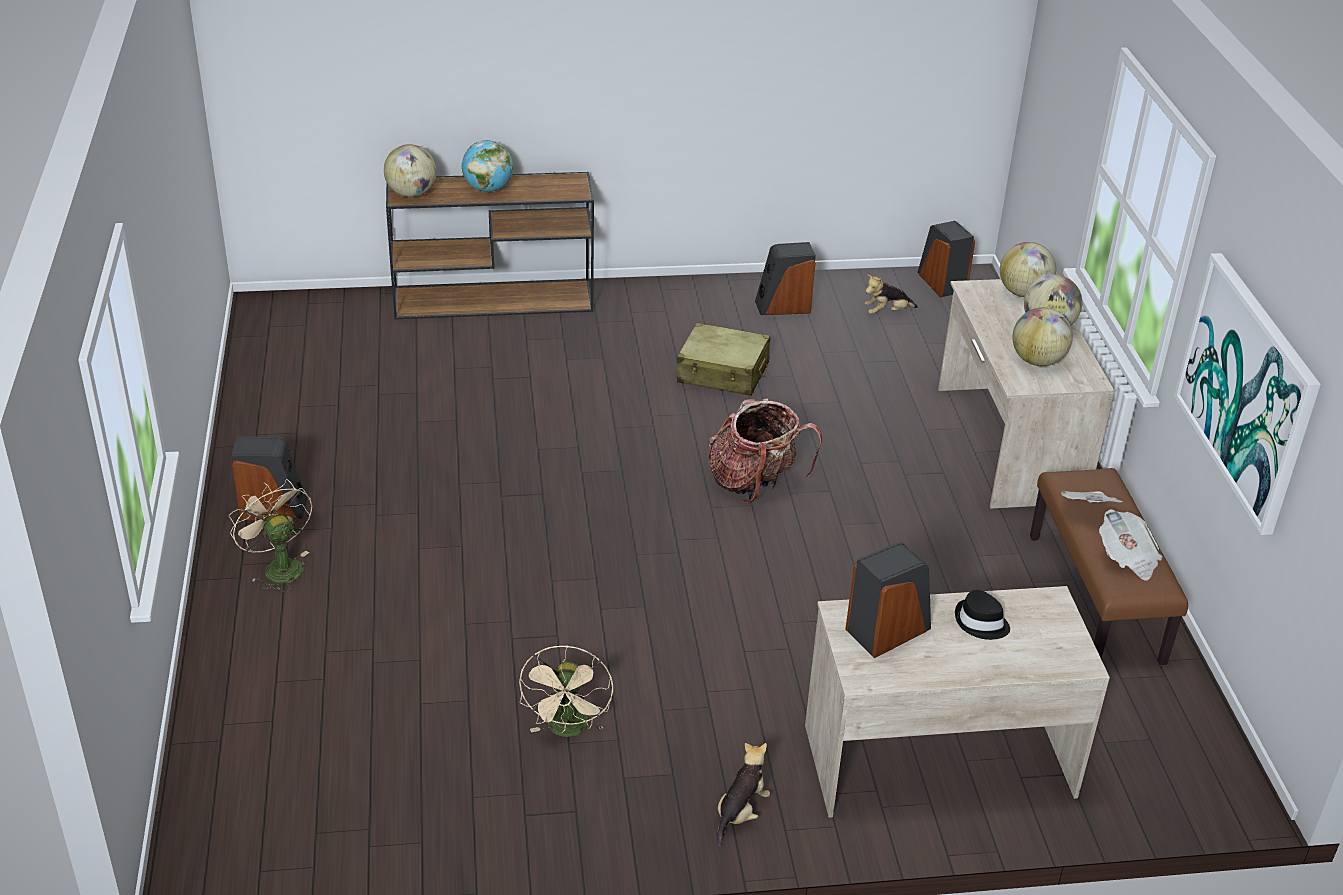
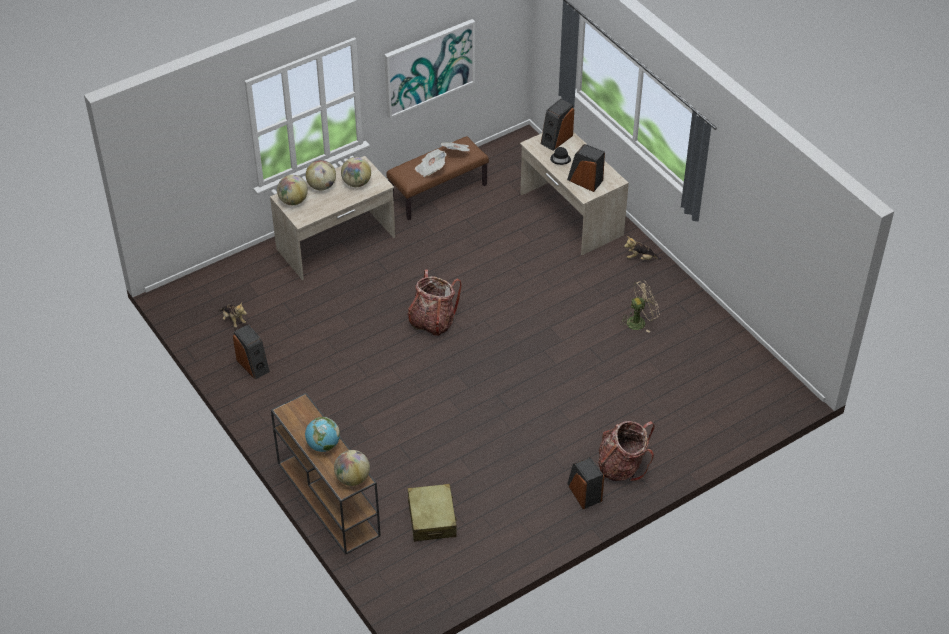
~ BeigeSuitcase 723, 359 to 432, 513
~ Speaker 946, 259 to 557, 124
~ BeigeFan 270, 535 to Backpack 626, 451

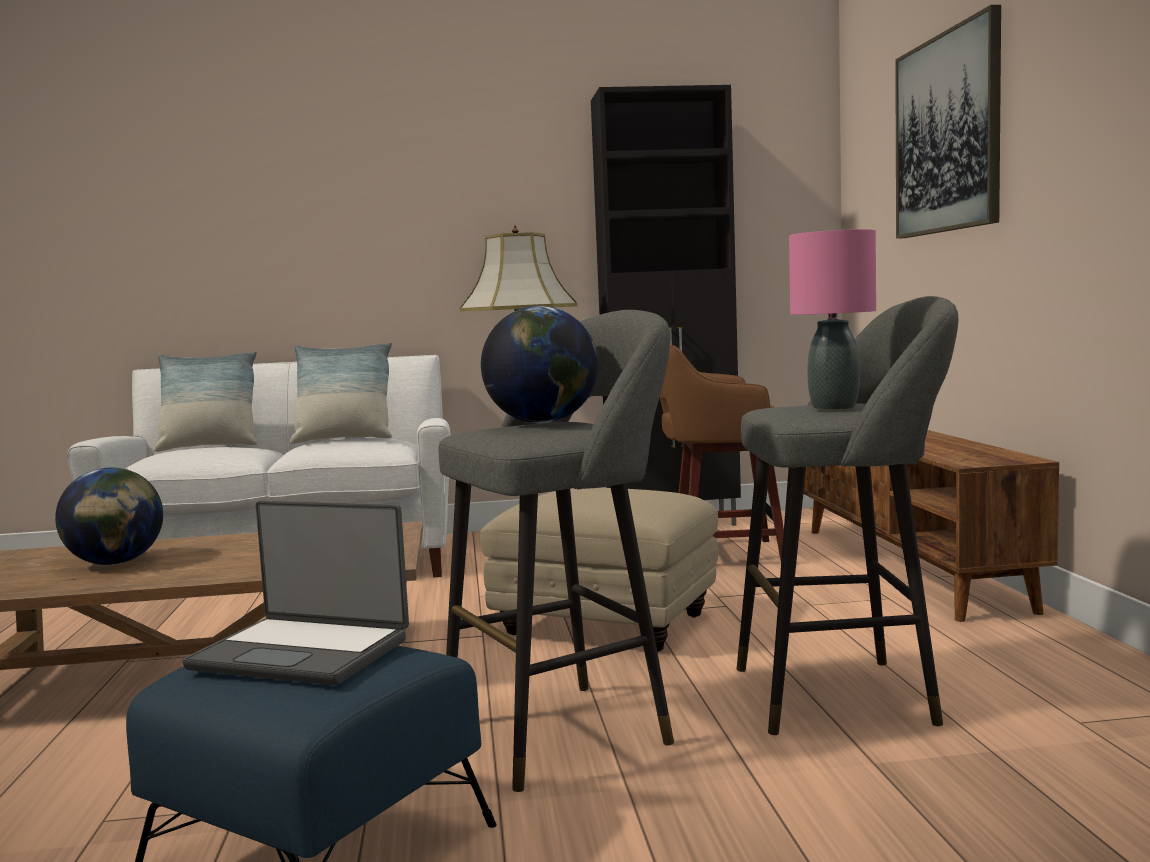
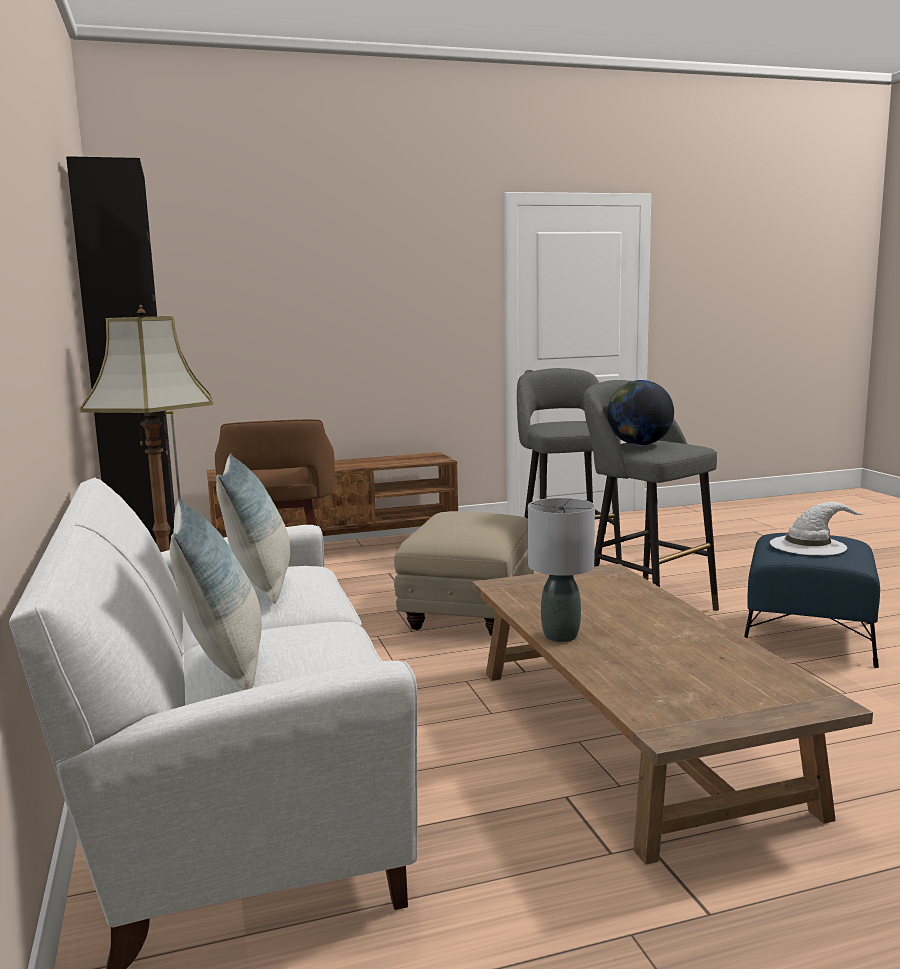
- Globe 109, 516
- PinkTableLamp 832, 319
- Picture 948, 122
+ GreyTableLamp 561, 570
~ Laptop 295, 592 to WhiteHat 817, 528

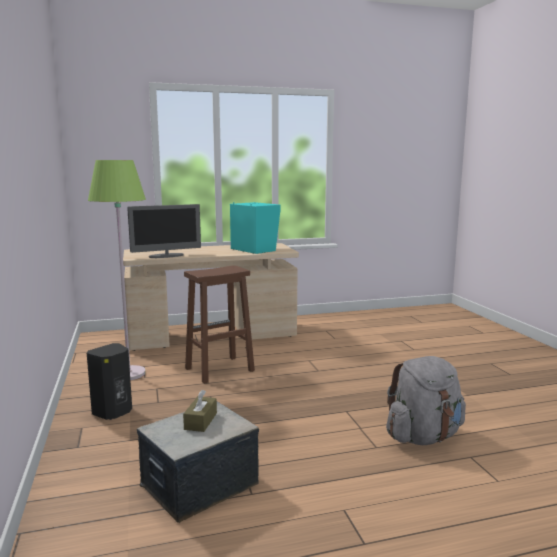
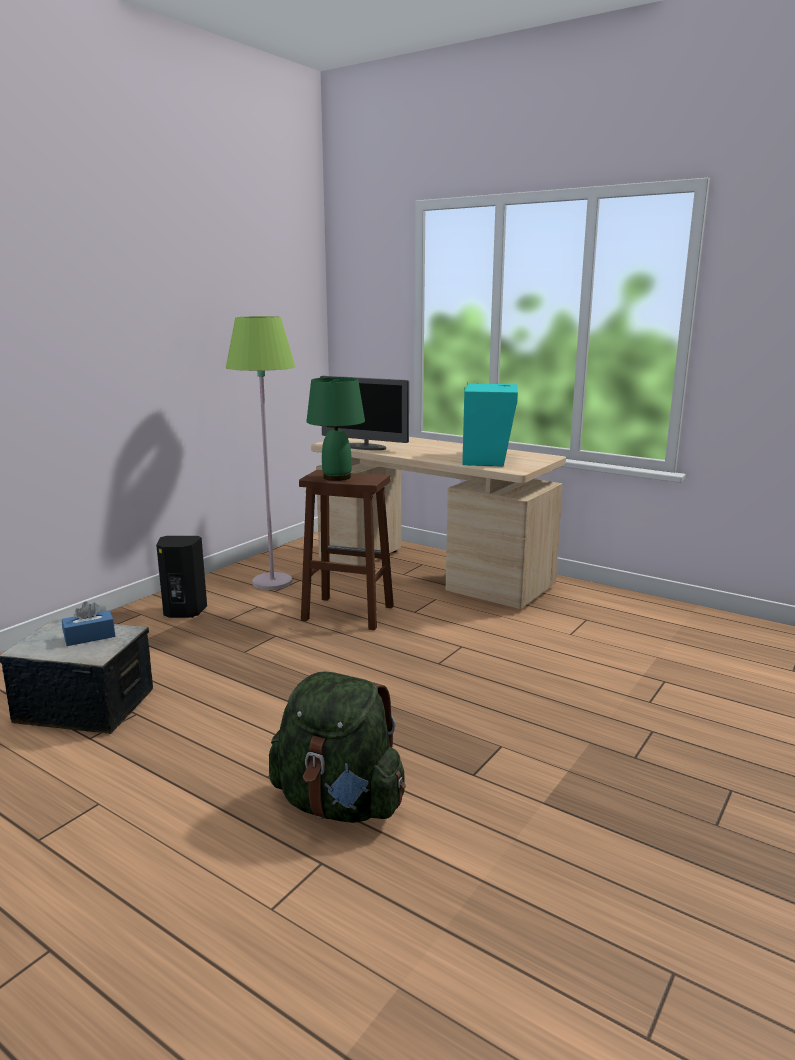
+ GreenTableLamp 335, 429
~ BrownTissueBox 200, 411 to BlueTissueBox 88, 623
~ GreyBackpack 426, 400 to GreenBackpack 337, 747

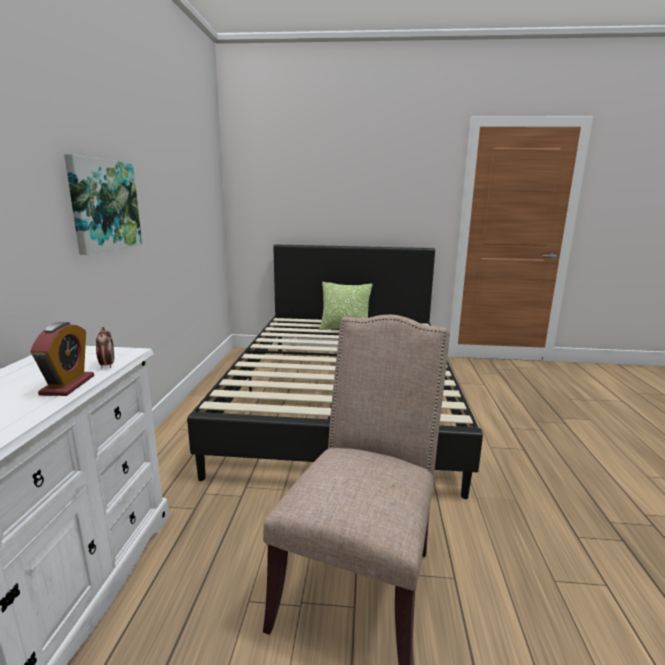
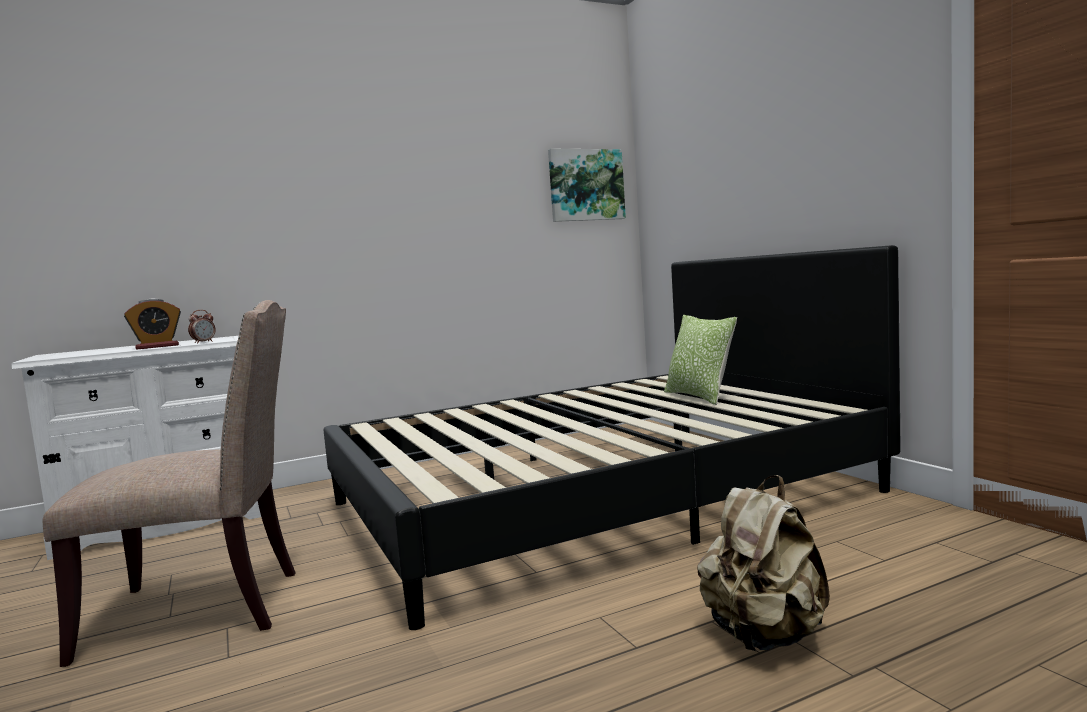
+ BeigeBackpack 763, 563
~ Picture 103, 204 to 587, 185

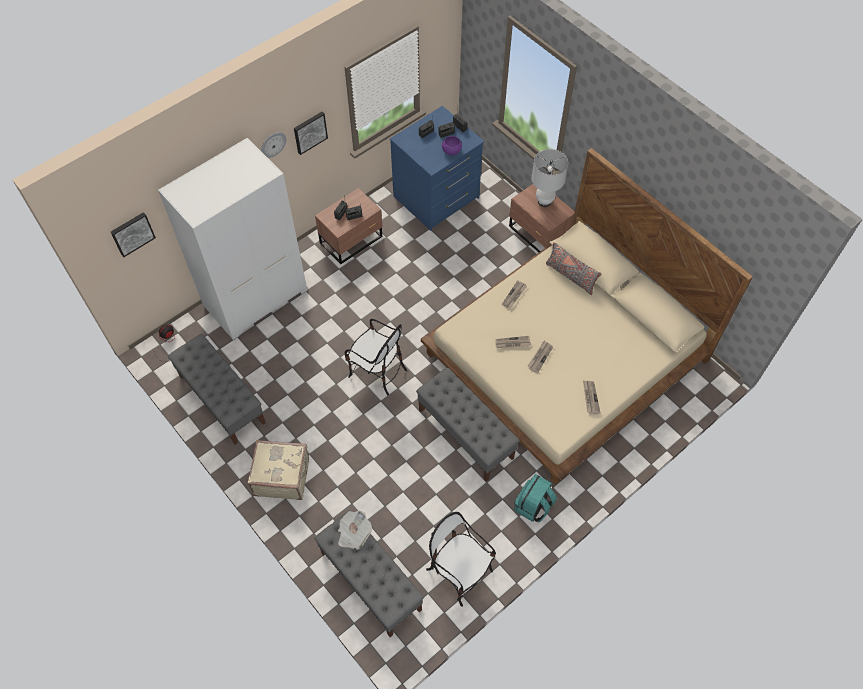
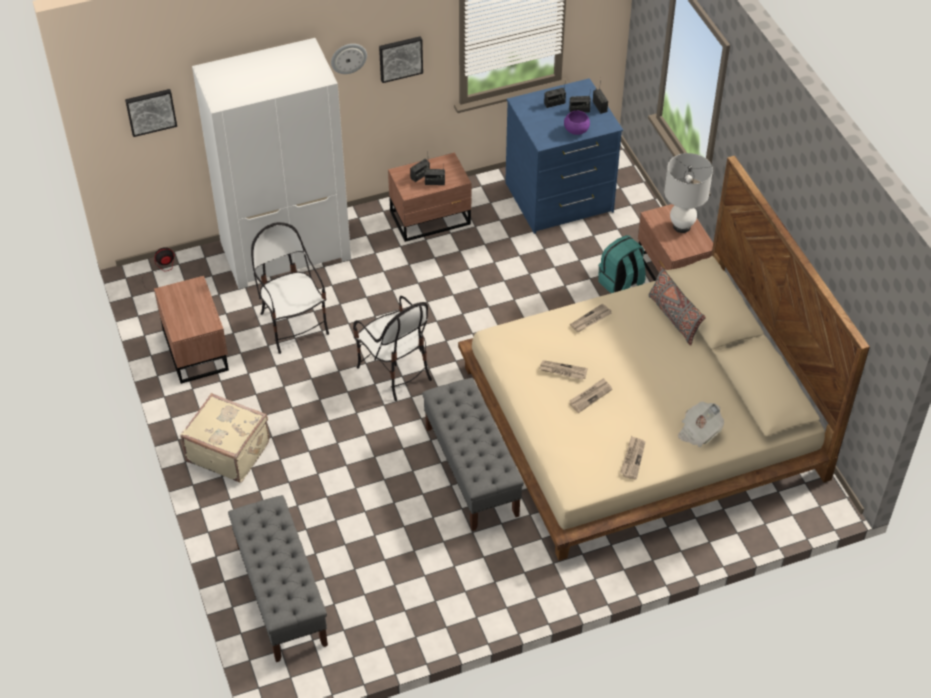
~ Newspaper 355, 530 to 701, 424
~ Chair 461, 559 to 290, 288
~ TurquoiseBackpack 535, 498 to 622, 264
~ GreyBench 217, 389 to BrownNightstand 191, 330

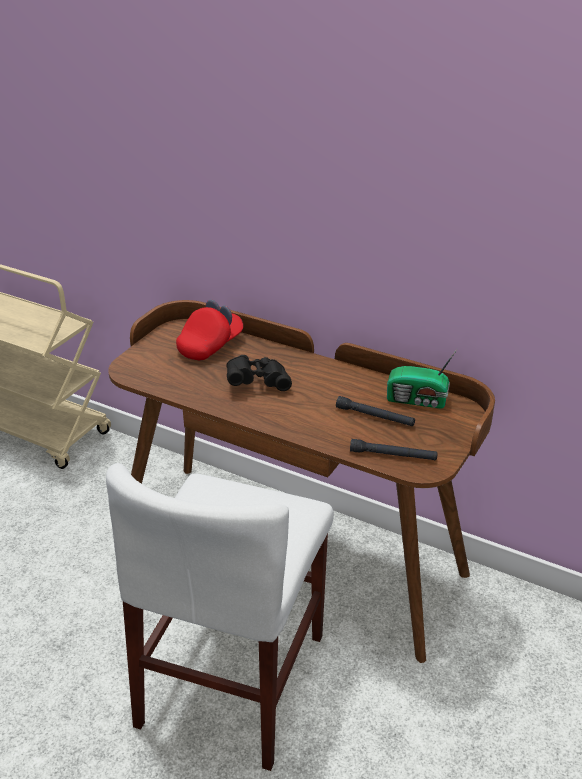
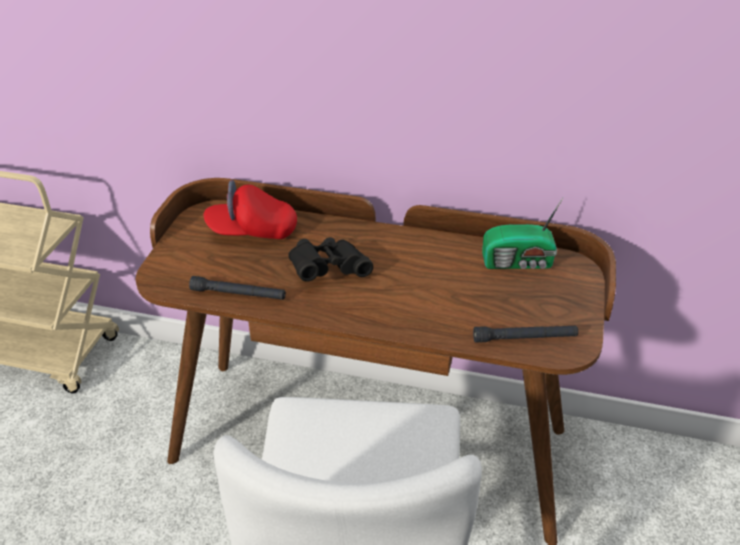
~ BlackFlashlight 375, 411 to 237, 288
~ RedCap 209, 330 = 250, 209 120 degrees counterclockwise

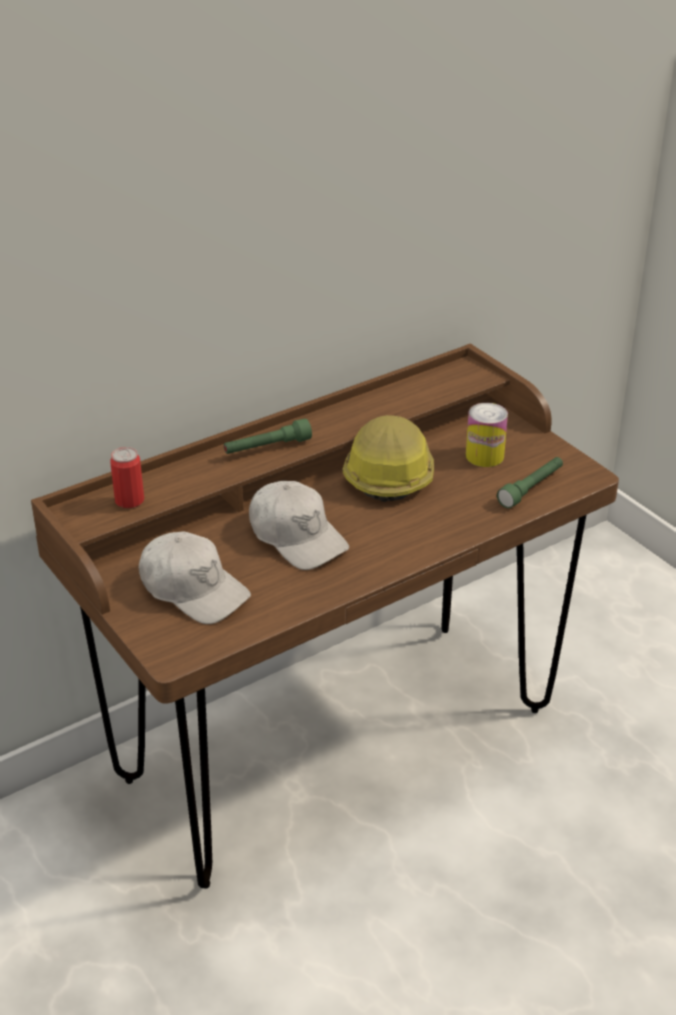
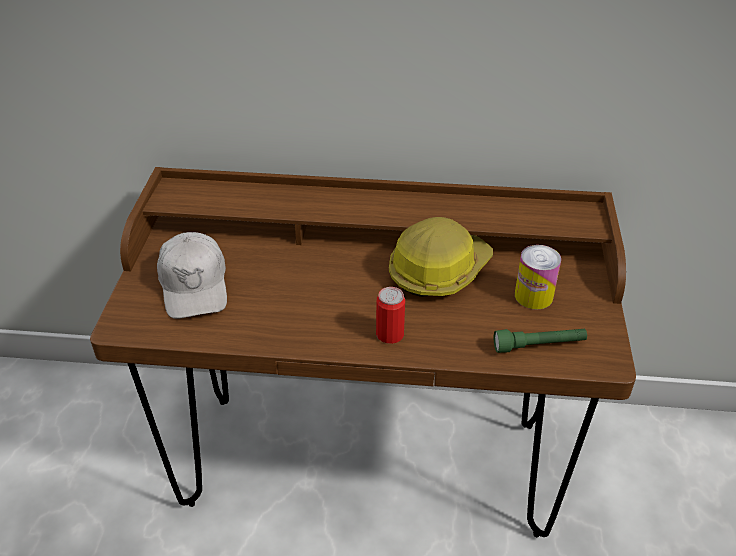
- GreenFlashlight 268, 436
- WhiteCap 299, 525
~ Can 127, 477 to 390, 315

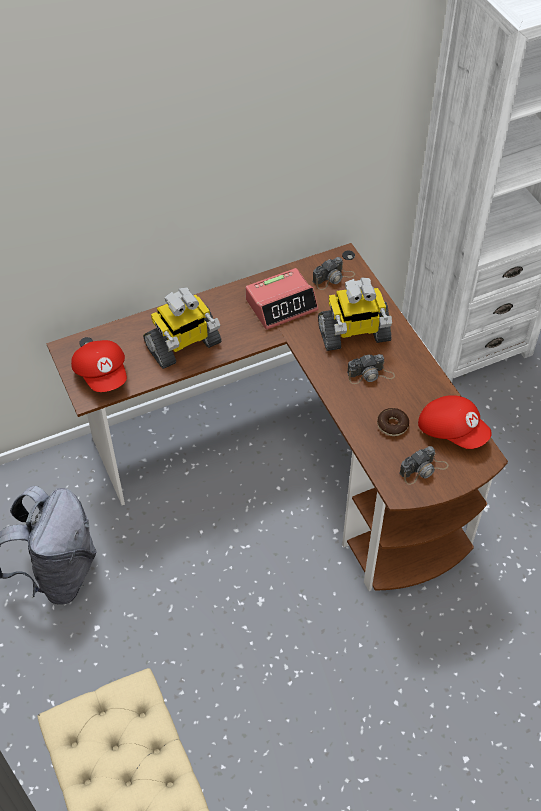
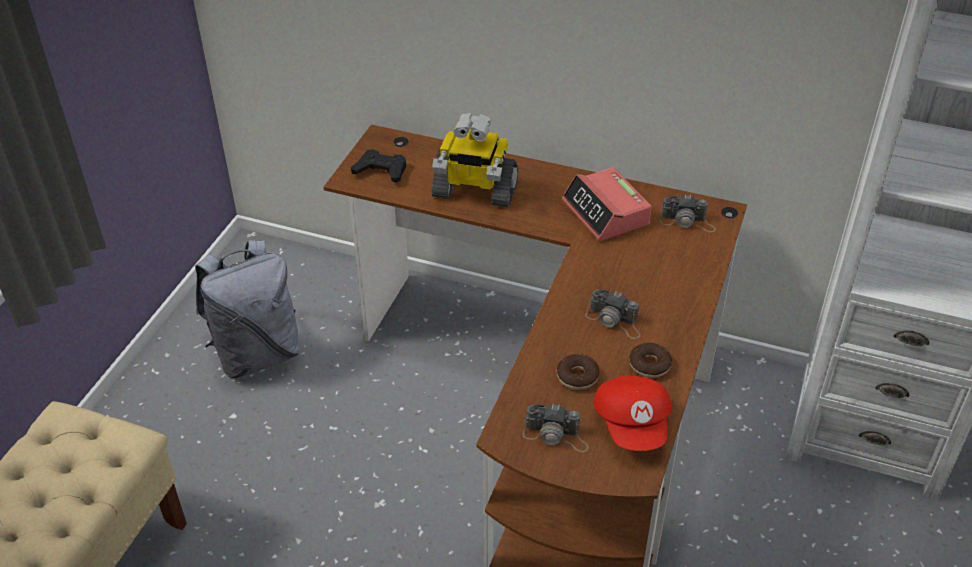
- ToyRobot 355, 314
+ Donut 650, 360
~ RedCap 99, 366 to BlackGameController 378, 166
~ AlarmClock 282, 299 = 607, 204 45 degrees clockwise

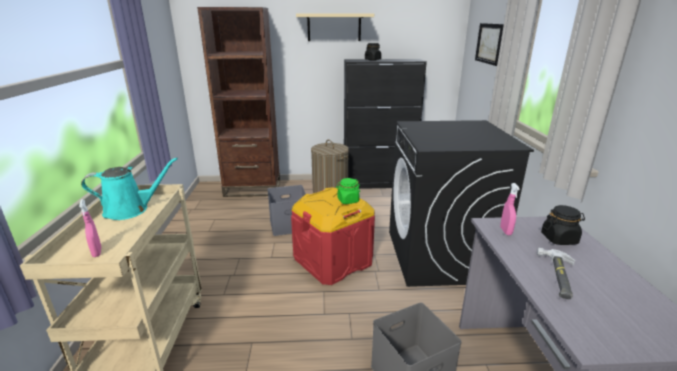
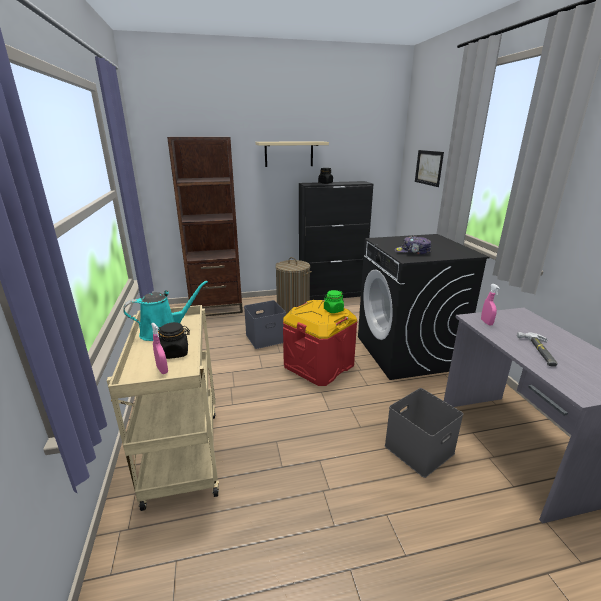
+ Cap 413, 245
~ BlackJar 563, 225 to 174, 340

